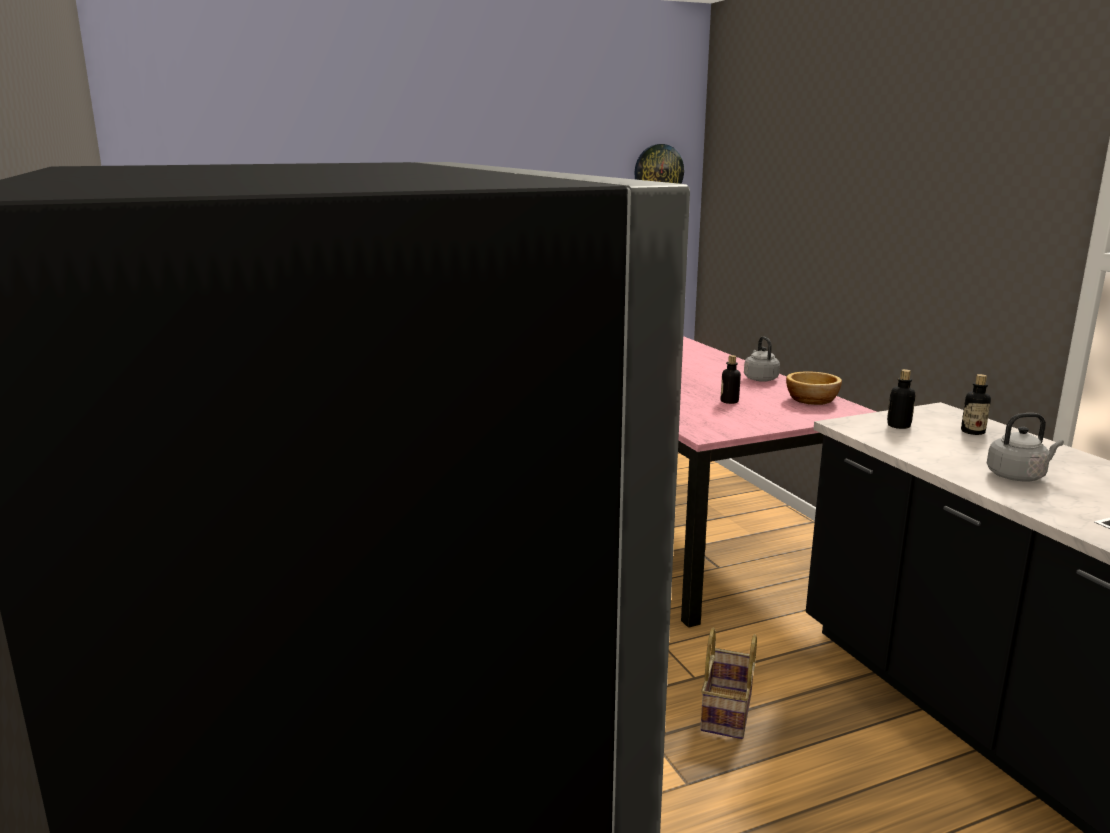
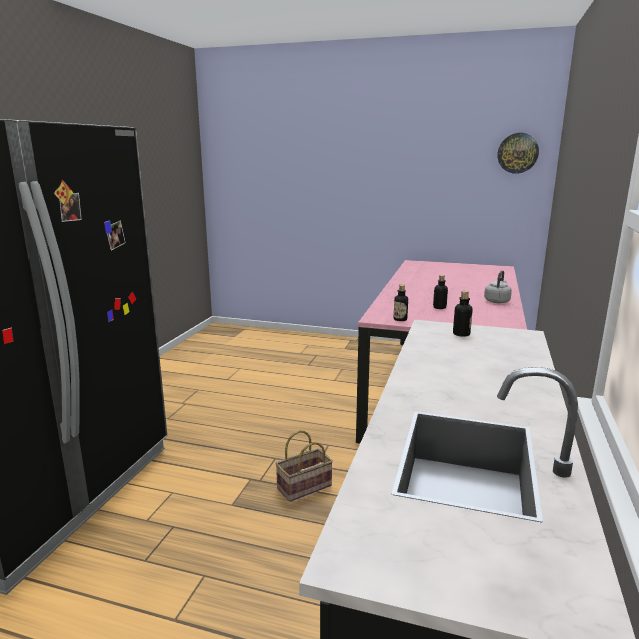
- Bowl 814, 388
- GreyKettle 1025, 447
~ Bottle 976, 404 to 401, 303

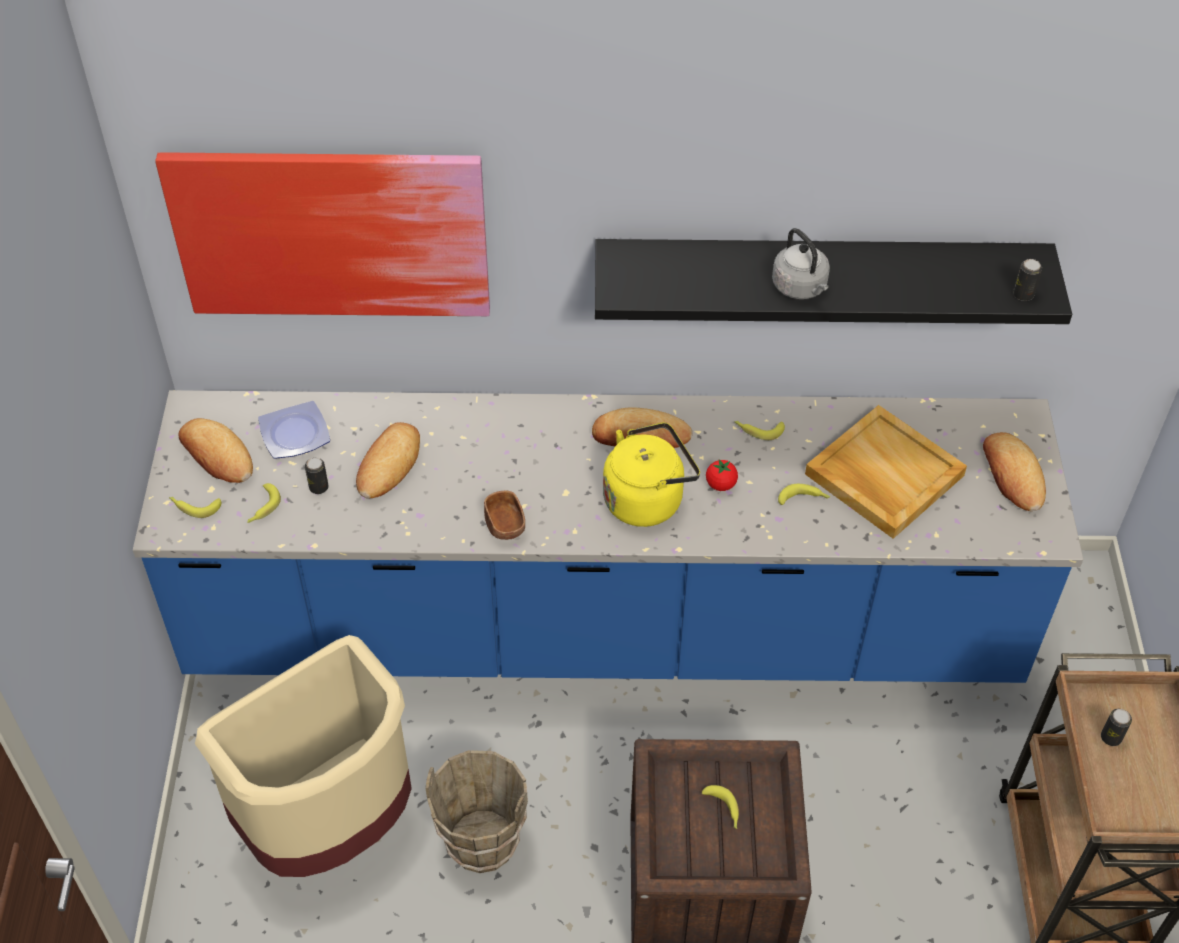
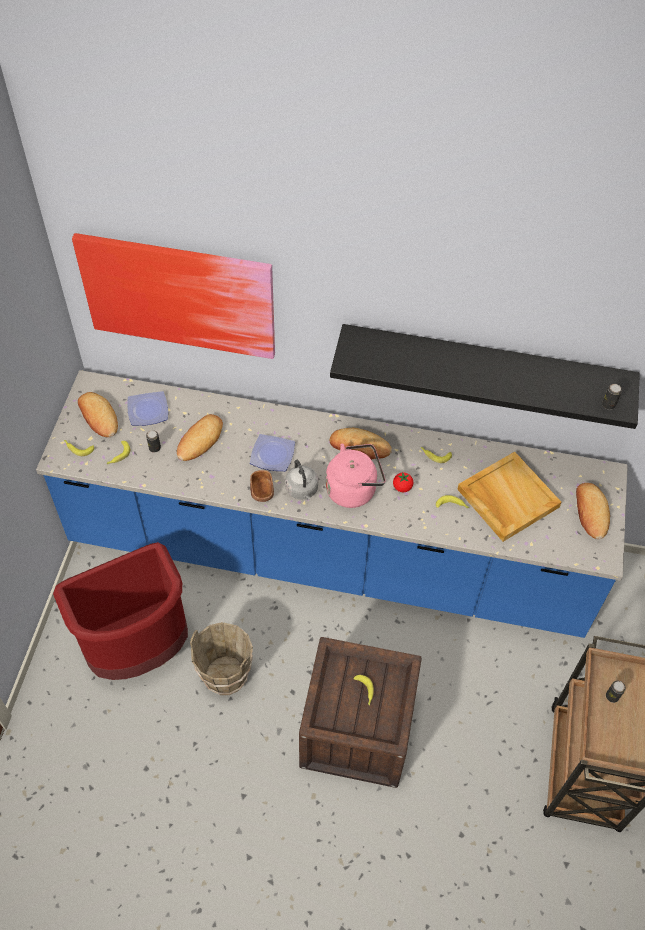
+ Plate 272, 452
~ GreyKettle 801, 263 to 301, 480
~ BeigeTrashCan 303, 756 to RedTrashCan 120, 611
~ YellowKettle 651, 474 to PinkKettle 356, 476

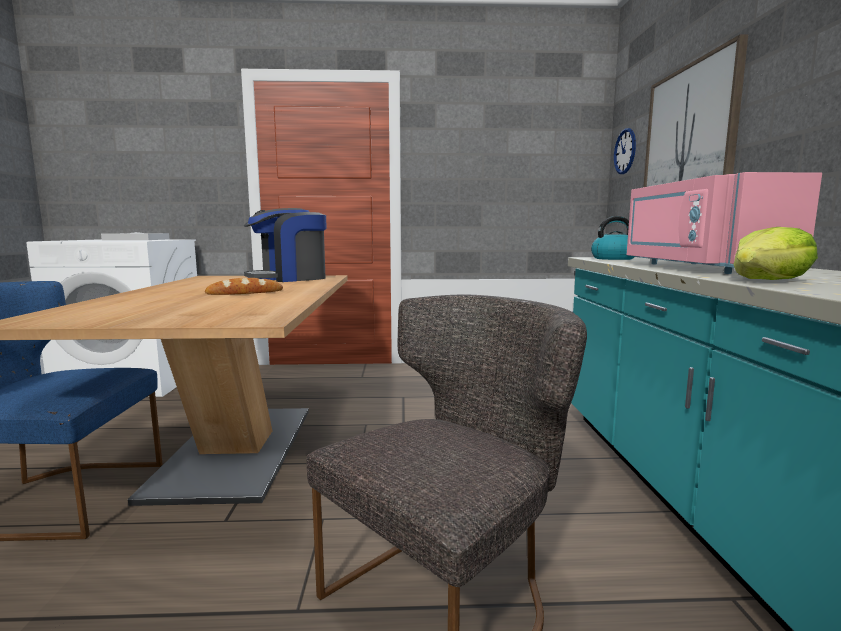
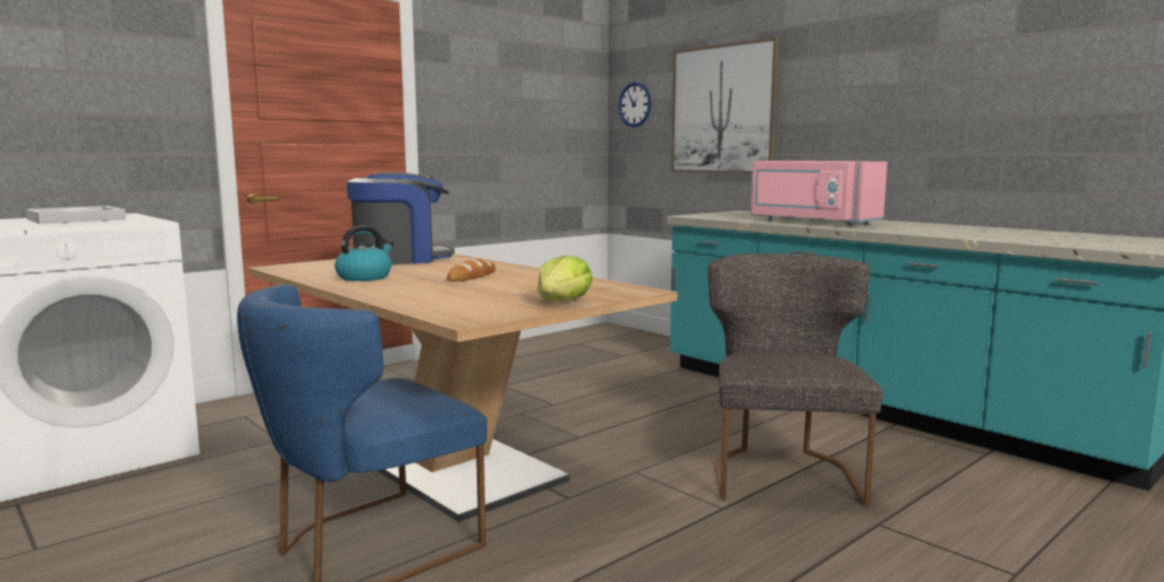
~ Kettle 613, 238 to 364, 253
~ Lettuce 775, 253 to 565, 278
~ CoffeeMachine 285, 245 = 401, 218 135 degrees counterclockwise

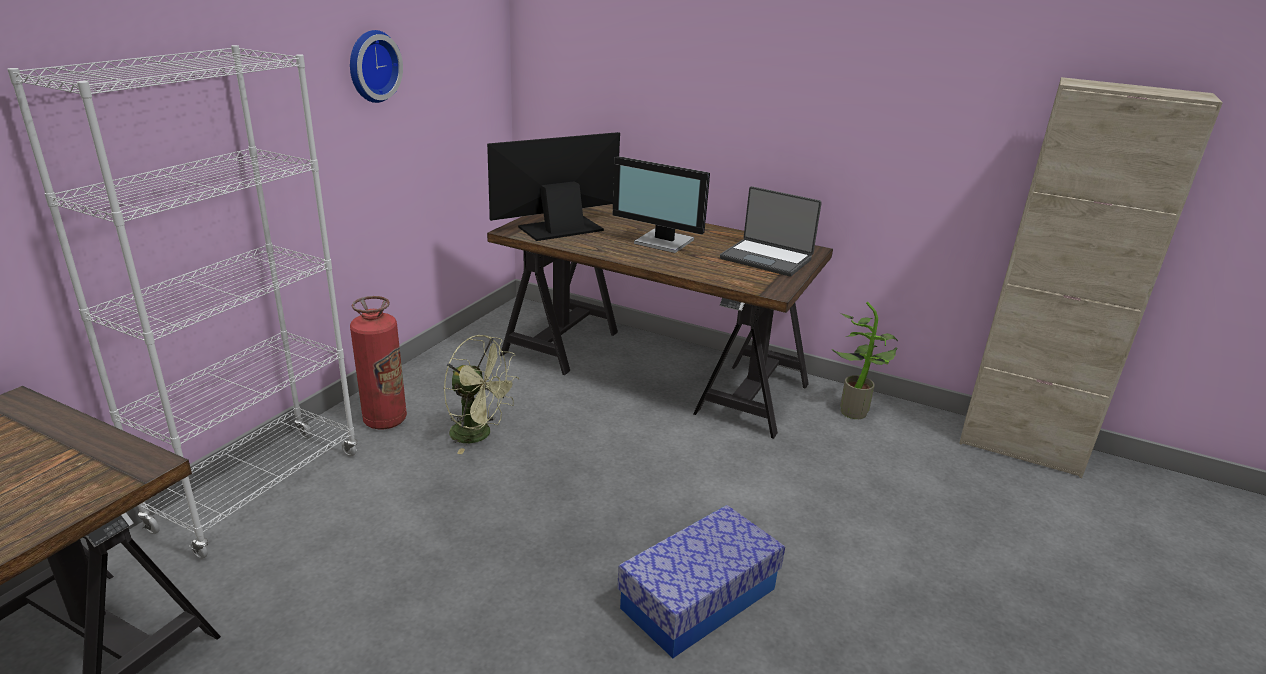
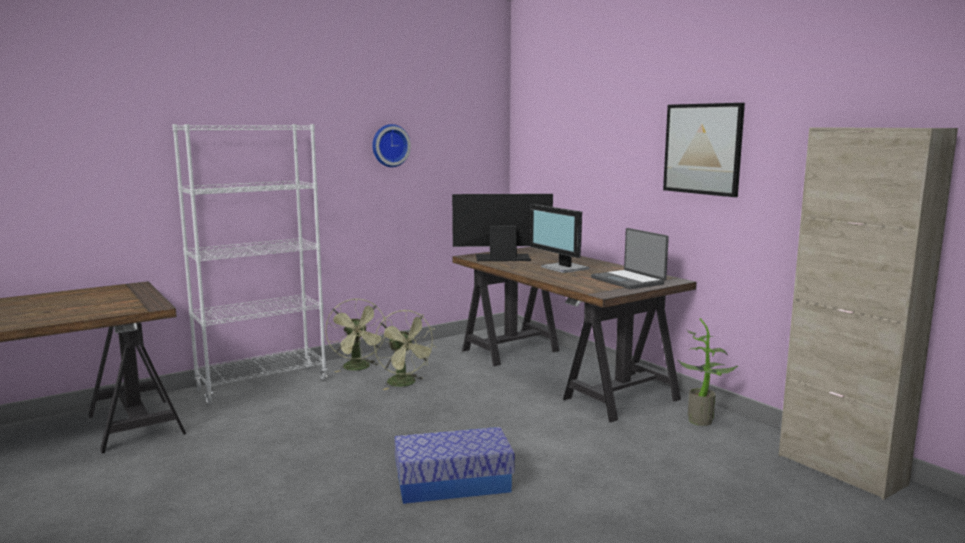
+ Picture 704, 150
~ FireExtinguisher 378, 362 to GreenFan 355, 335

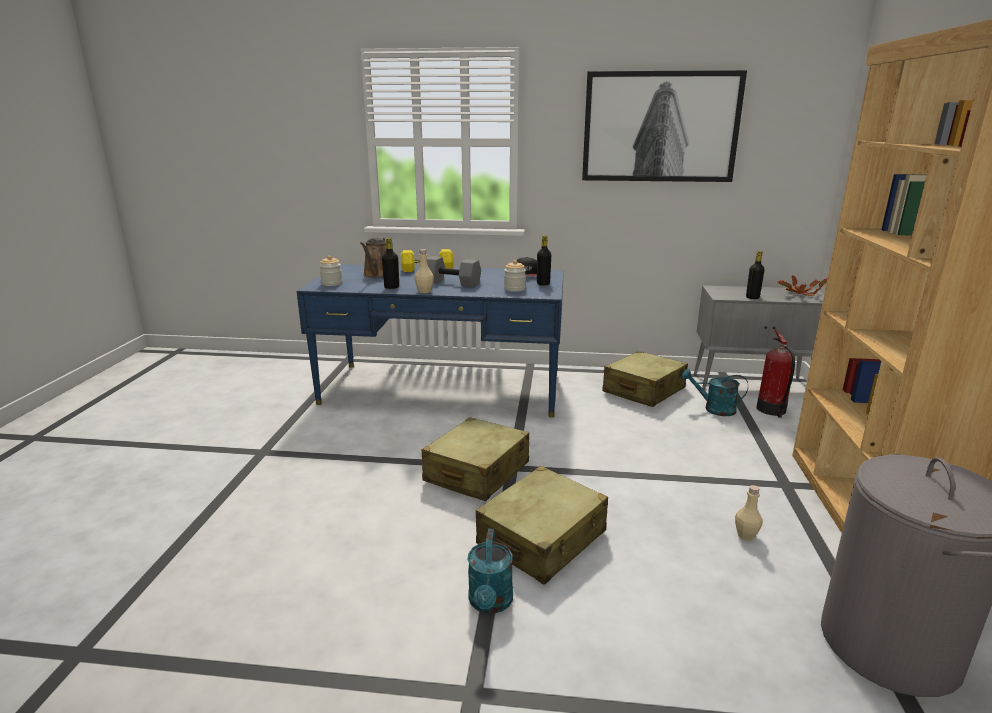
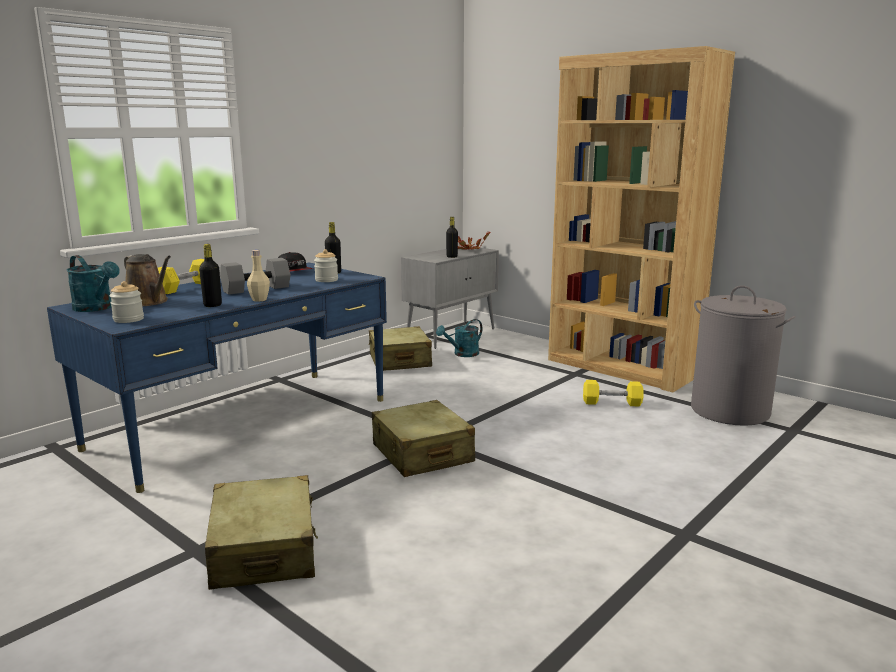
- Picture 664, 126
- FireExtinguisher 776, 374
~ TurquoiseWateringCan 490, 571 to 93, 283
~ BeigeSuitcase 542, 525 to 261, 532
~ BeigeBottle 749, 513 to YellowDumbbell 613, 393

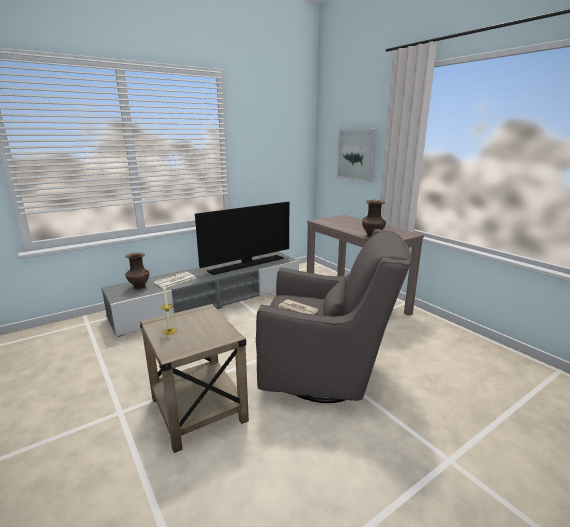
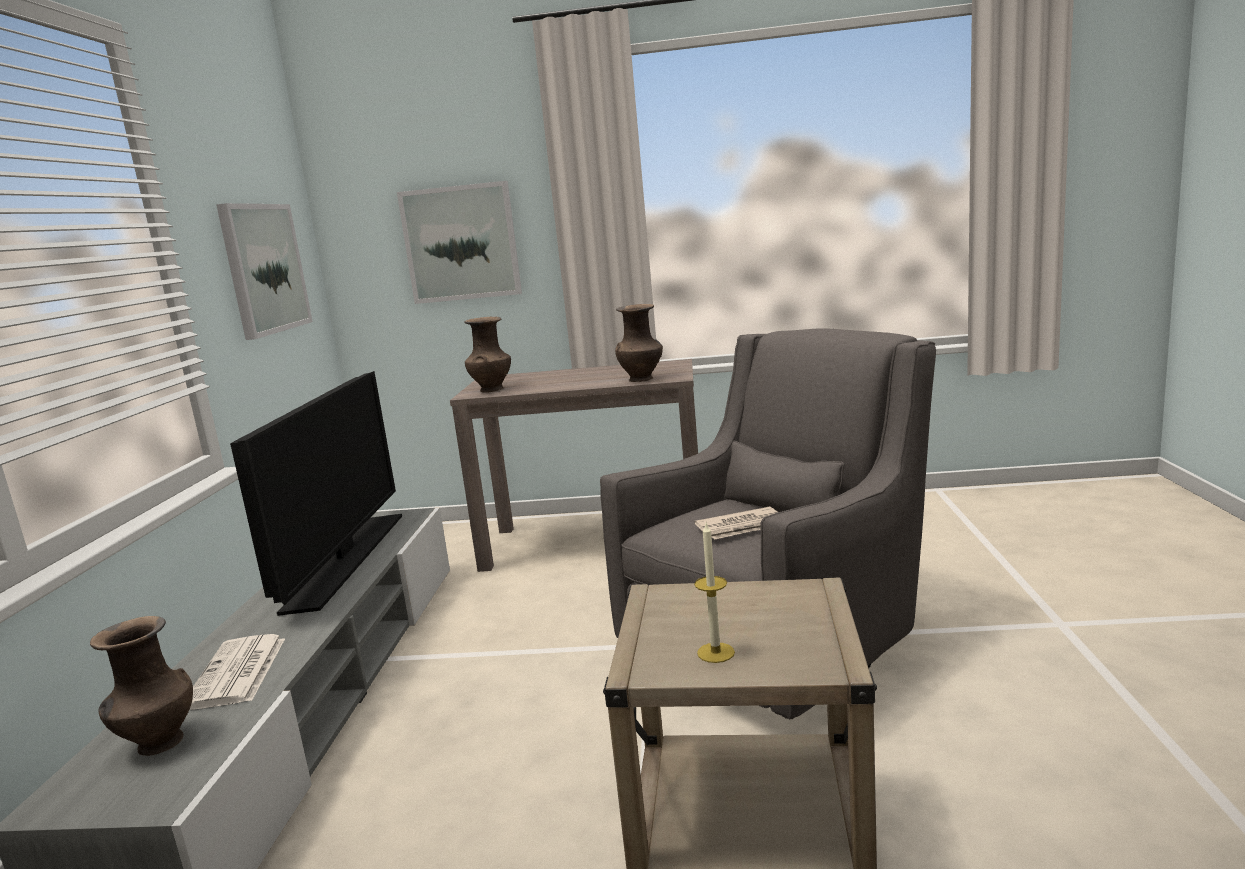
+ Picture 264, 271
+ BrownVase 487, 355

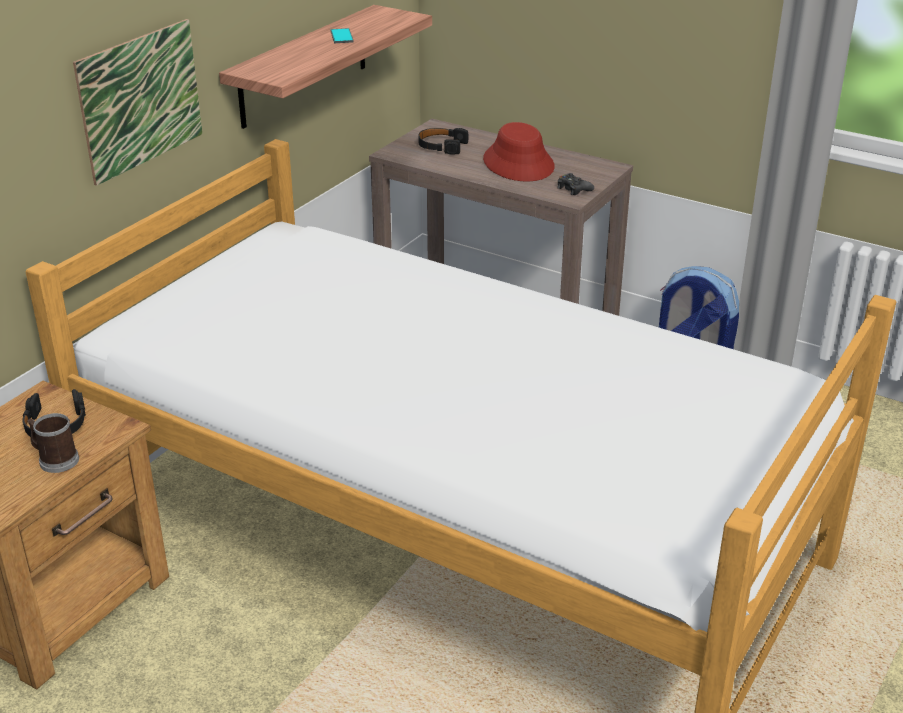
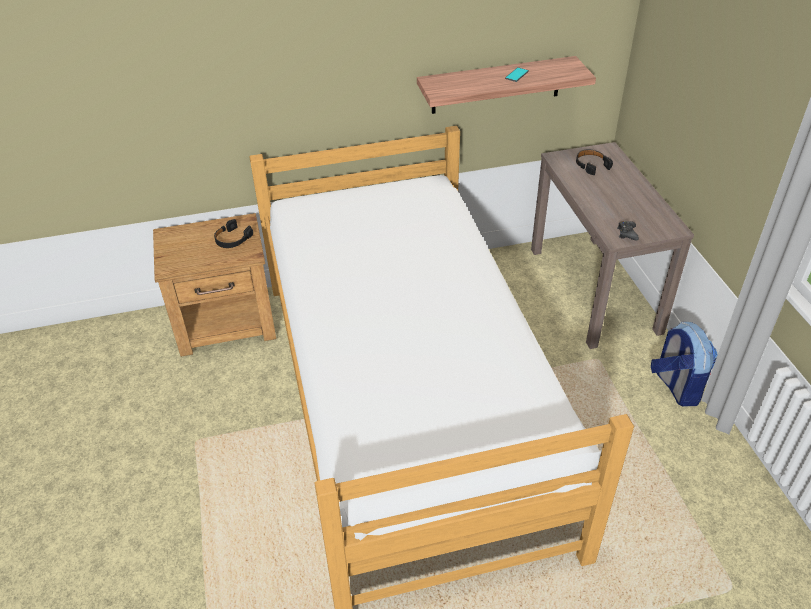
- Mug 53, 443
- Picture 137, 102
- RedHat 519, 152

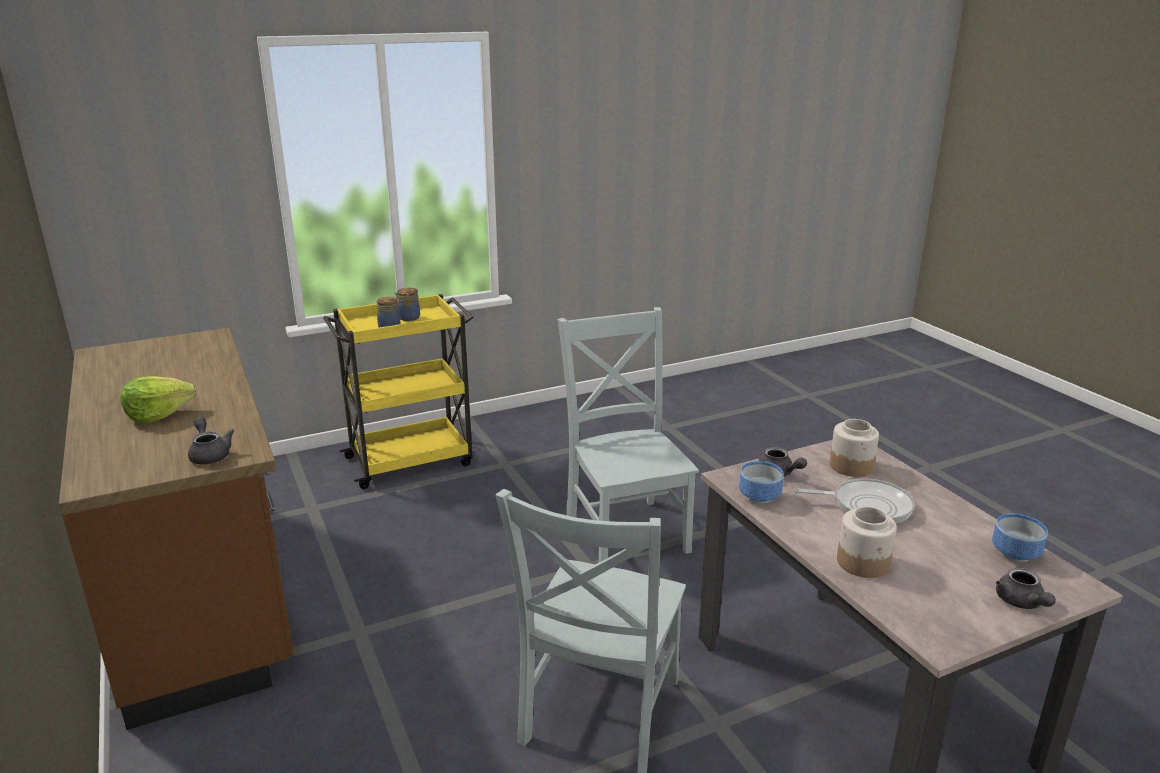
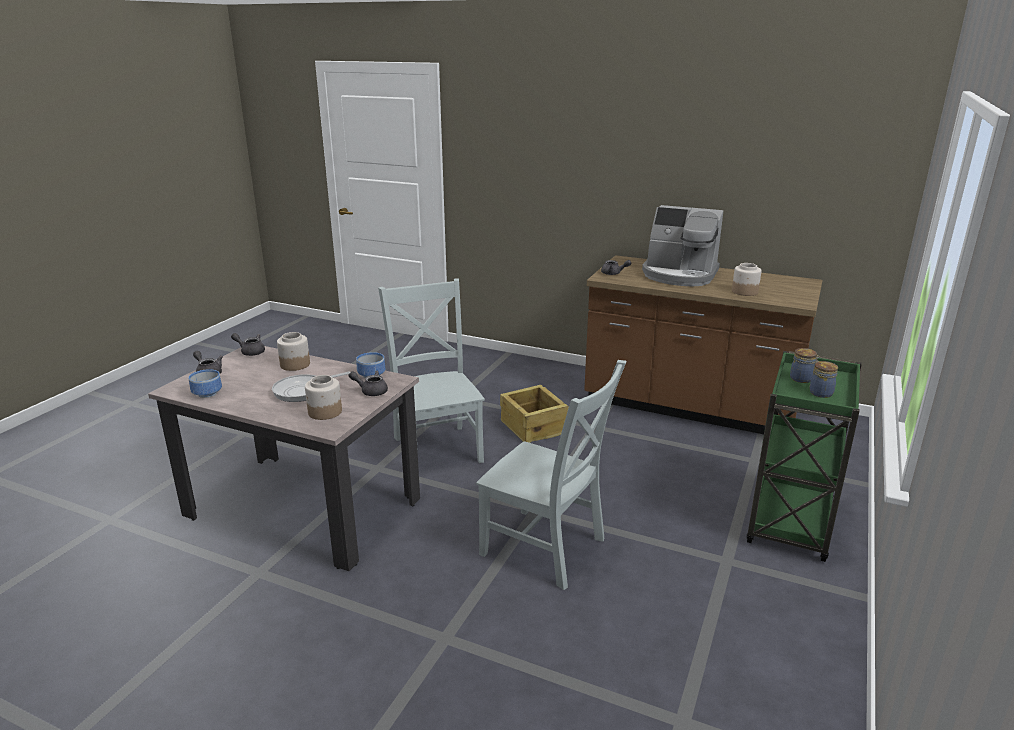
+ GreyTeapot 248, 344
+ Crate 534, 414
+ Jar 746, 279
~ Lettuce 158, 399 to CoffeeMachine 682, 245
~ YellowCart 398, 391 to GreenCart 804, 456

